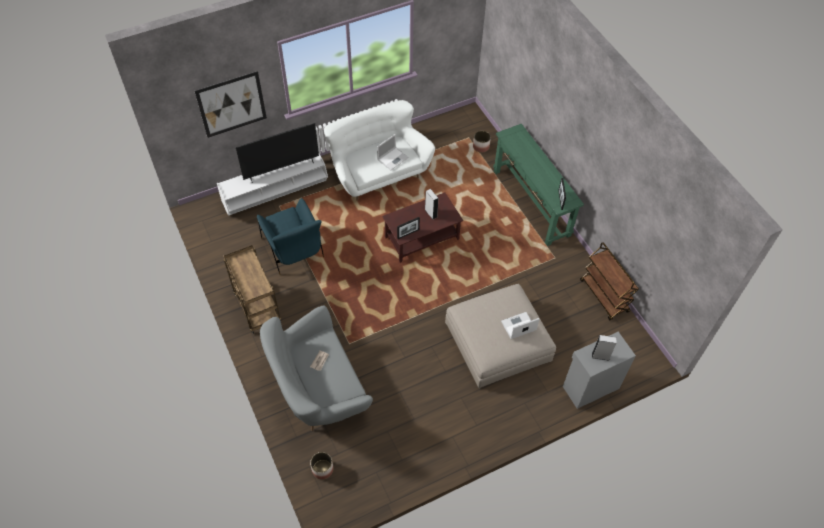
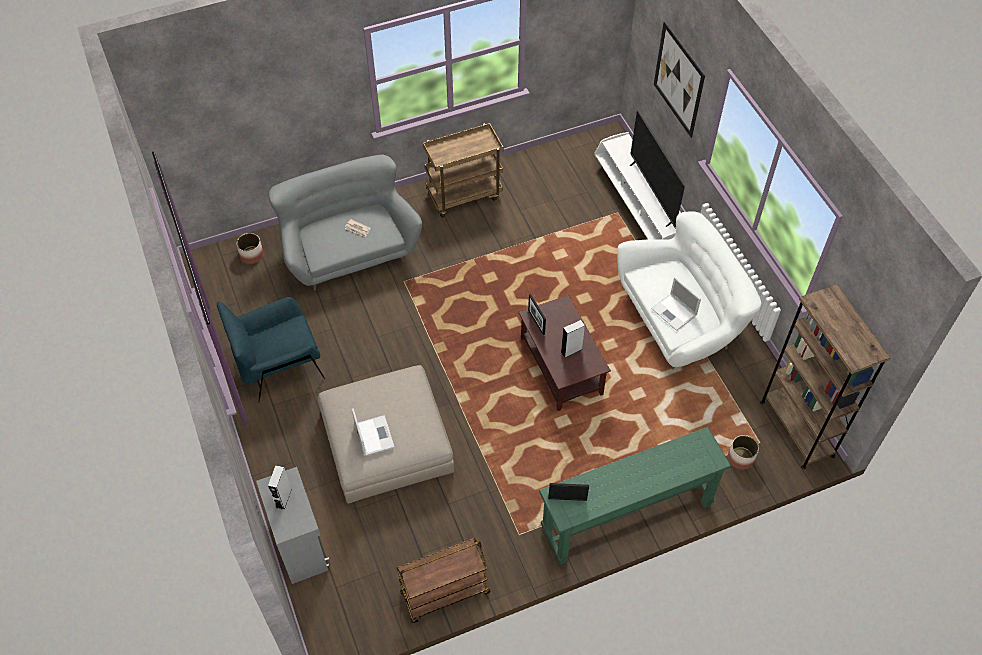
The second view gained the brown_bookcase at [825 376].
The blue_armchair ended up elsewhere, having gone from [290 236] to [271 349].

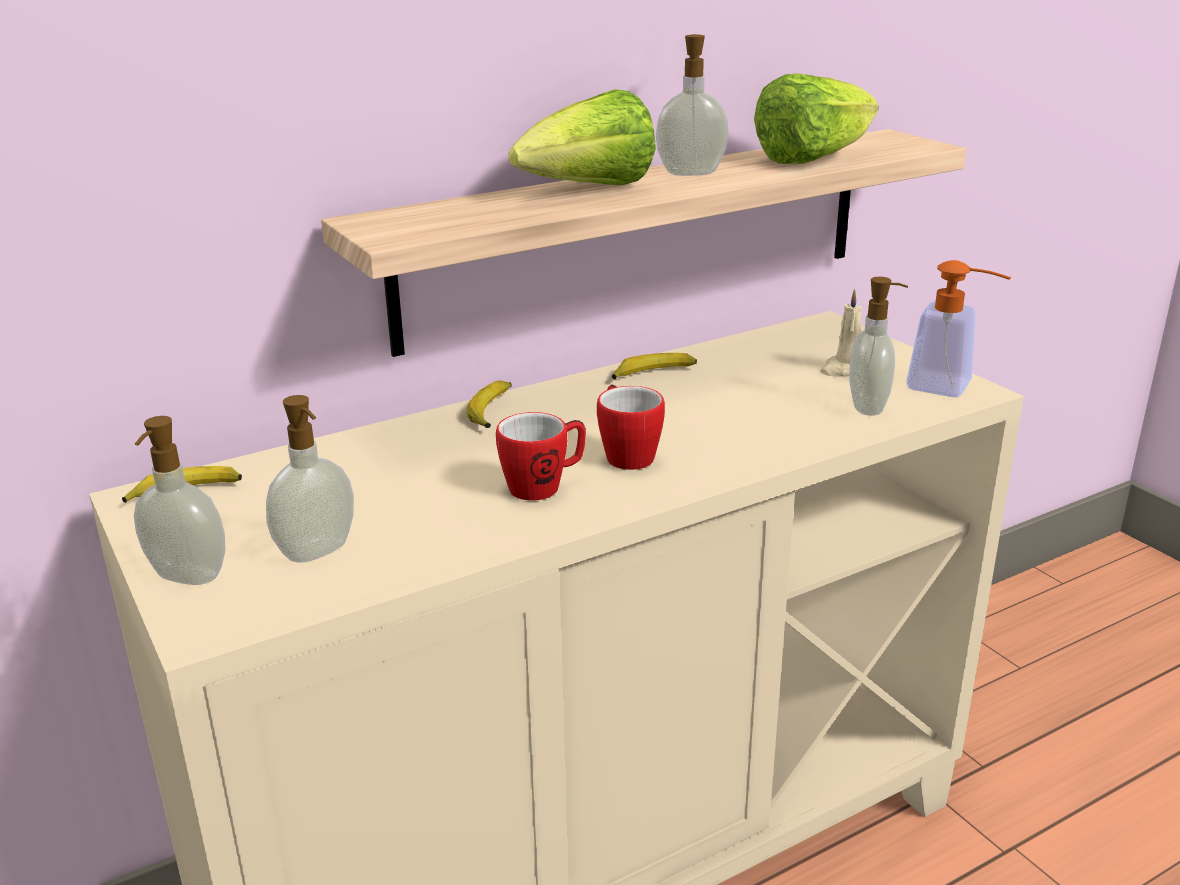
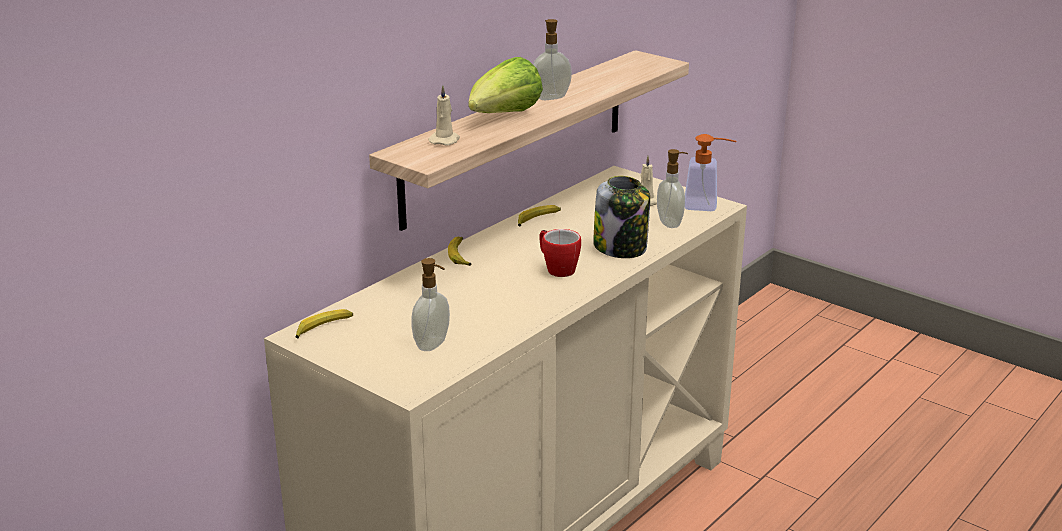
The second view lost the soap_dispenser at [179 500].
The second view lost the mug at [541 456].
The second view lost the lettuce at [816 118].
The second view gained the beige_candle at [444 115].
The second view gained the jar at [621 217].

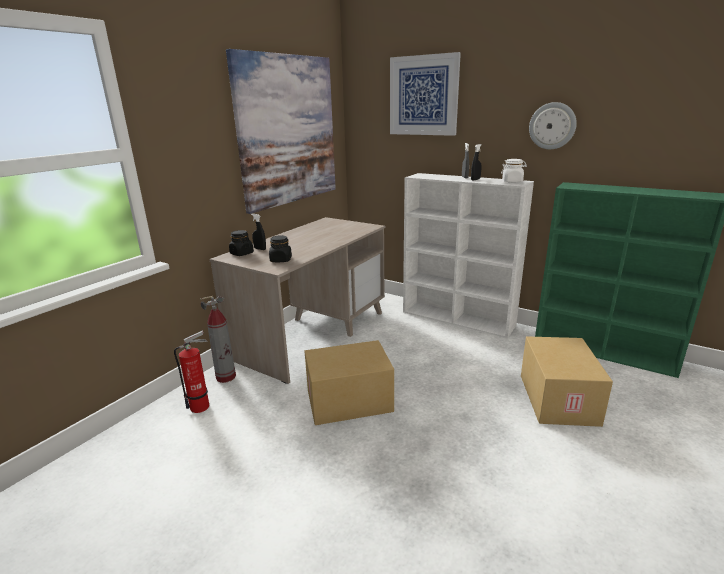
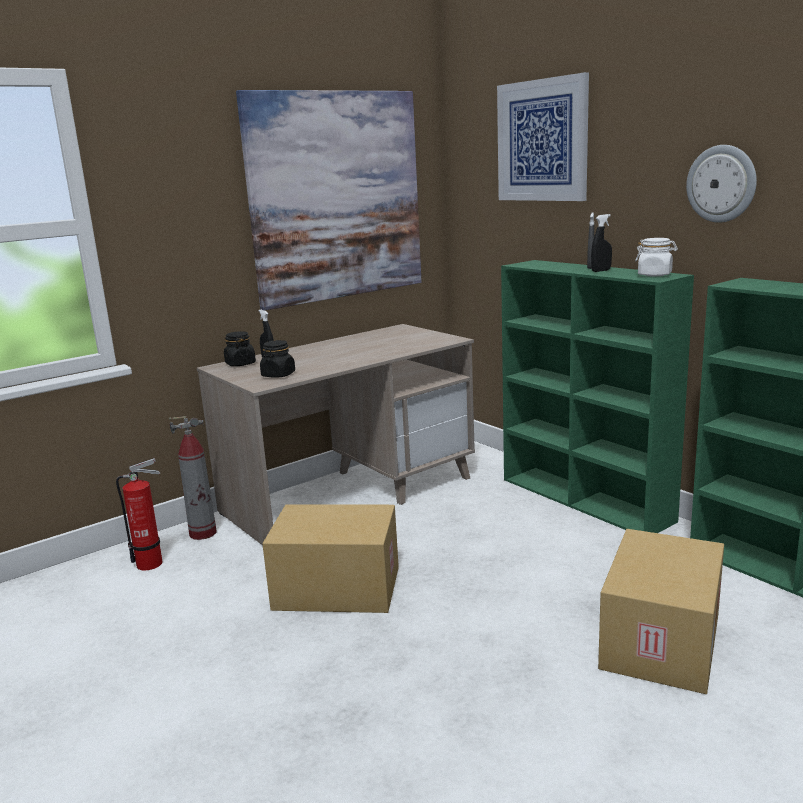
What was the white_bookcase at [468 255] turned into the green_bookcase at [597 396].

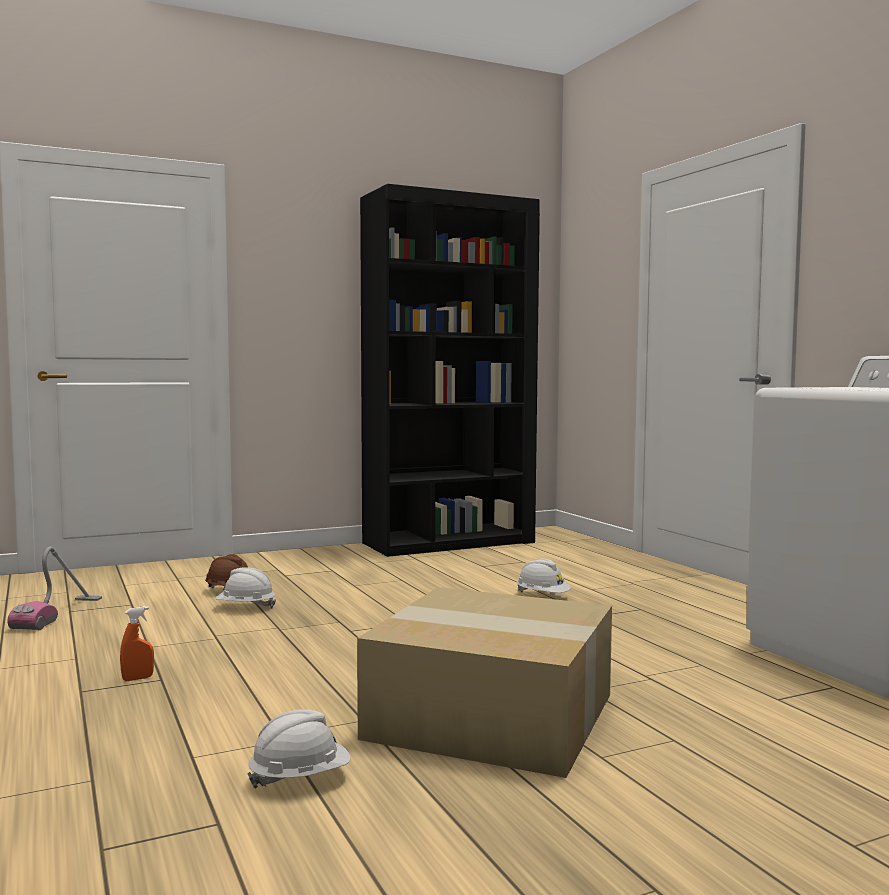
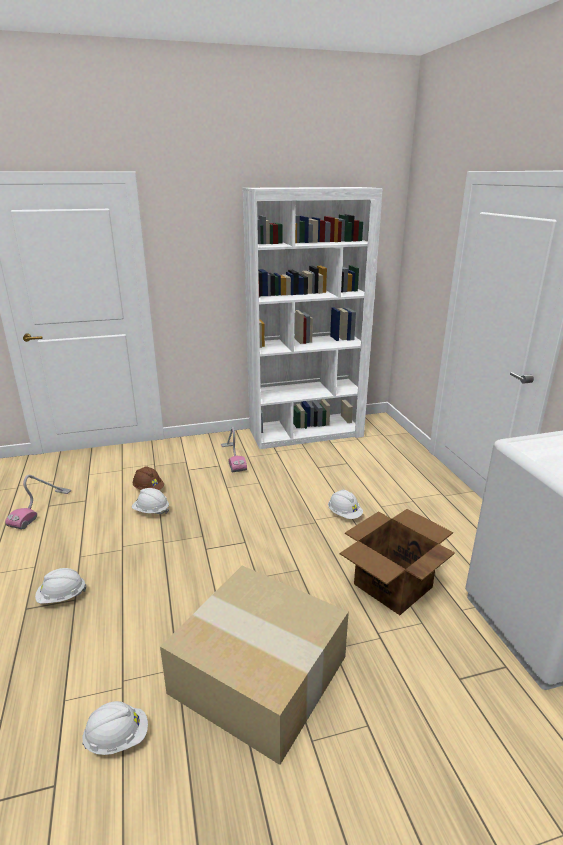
The second view gained the vacuum_cleaner at [234 449].
The second view gained the cardboard_box at [397 562].
Where the orange_spray_bottle stood at [137 643], the white_hard_hat came to stand at [60 586].
What was the black_bookcase at [450 370] turned into the white_bookcase at [313 318].

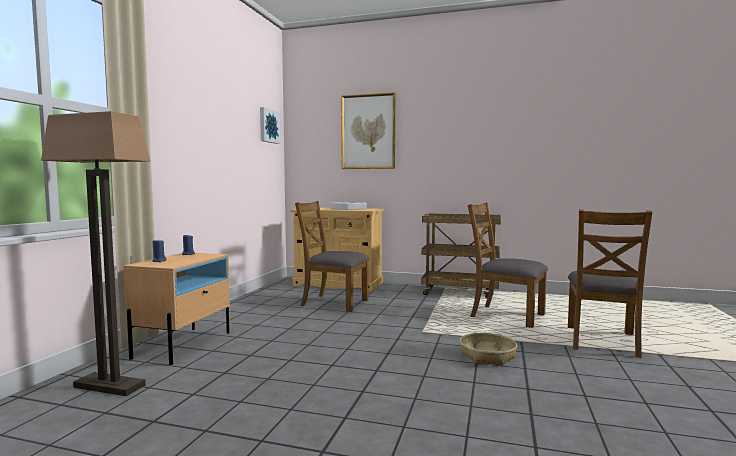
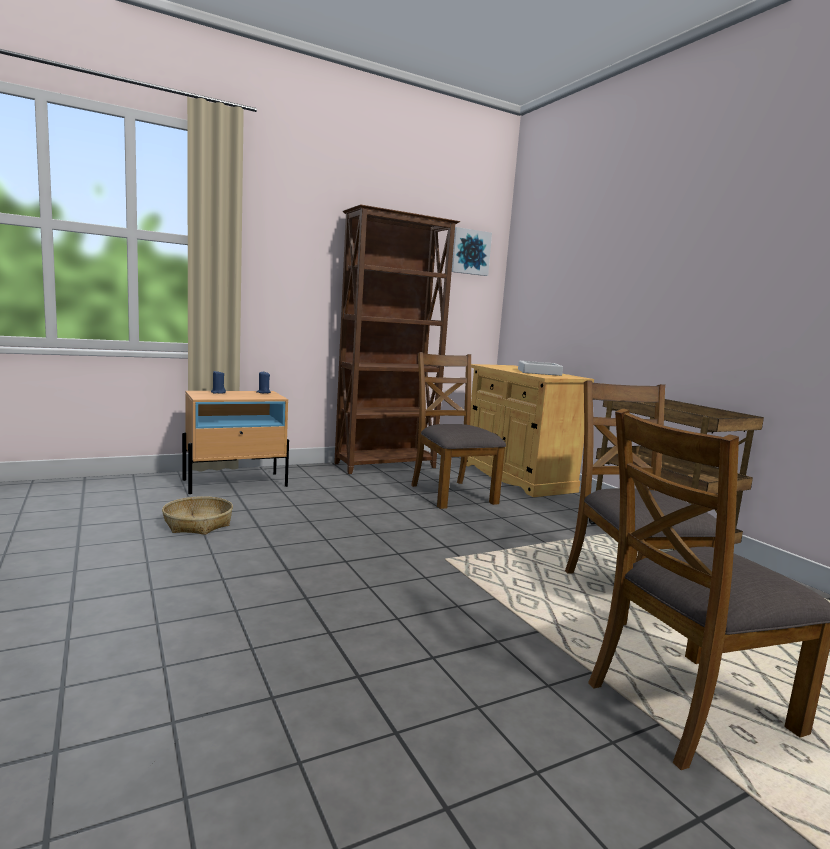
The second view lost the floor_lamp at [95 253].
The second view lost the picture at [368 130].
The second view gained the brown_bookcase at [397 339].
The basket ended up elsewhere, having gone from [488 349] to [197 515].

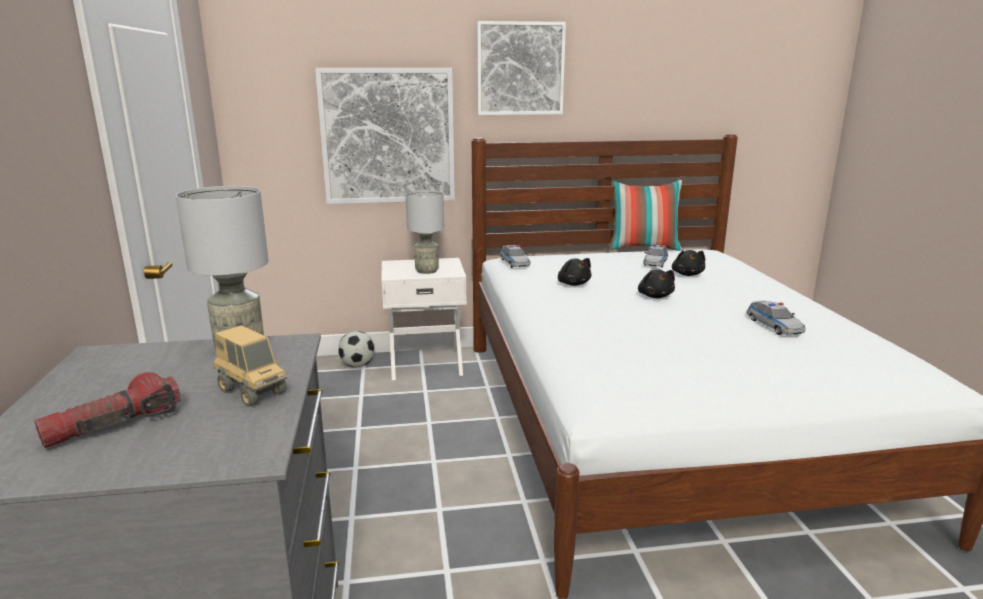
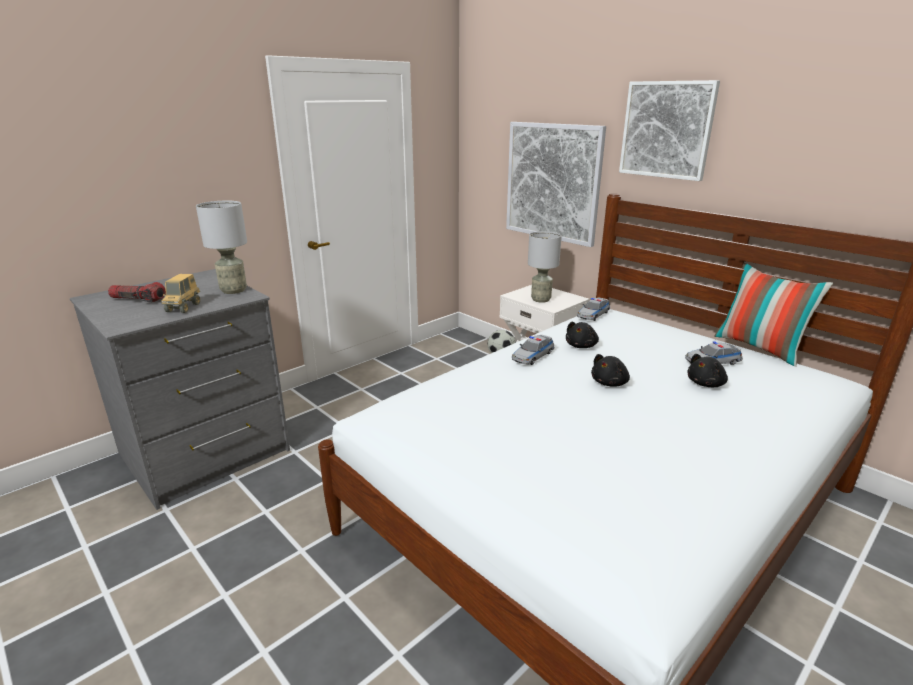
The toy_car ended up elsewhere, having gone from [776 317] to [533 350].

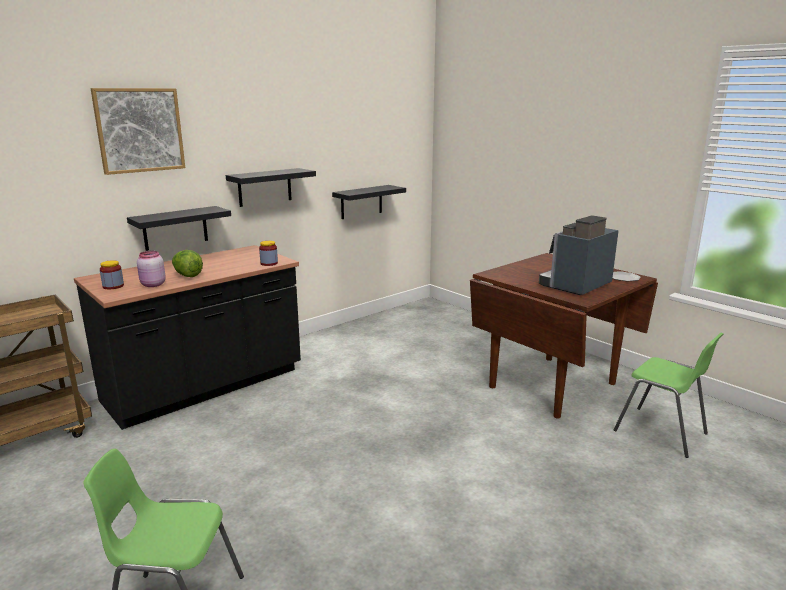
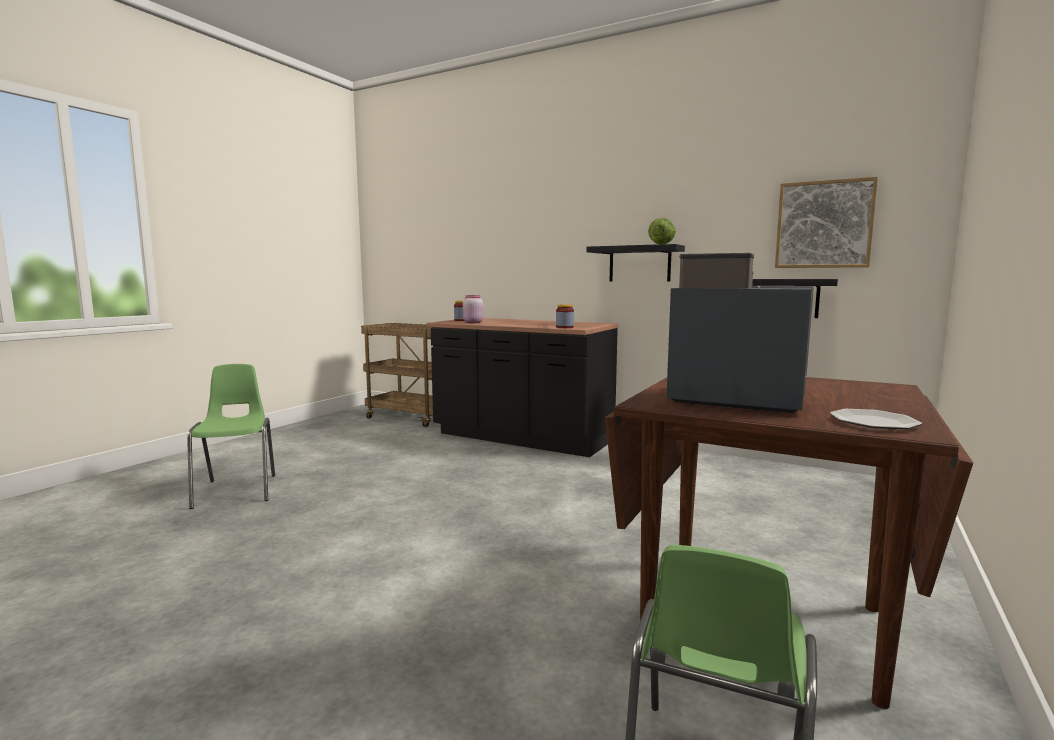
The second view lost the black_shelf at [179 228].
The picture ended up elsewhere, having gone from [137 131] to [826 222].
The lettuce ended up elsewhere, having gone from [187 263] to [662 231].

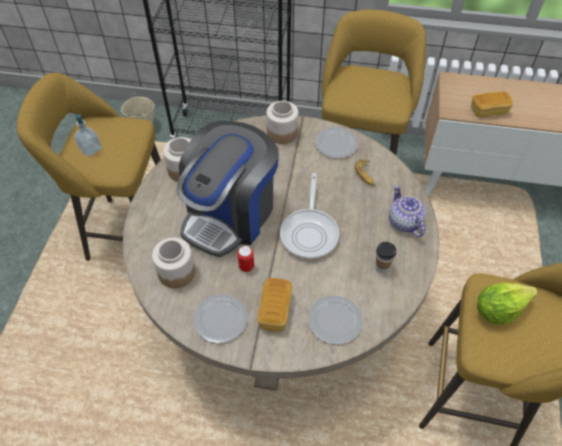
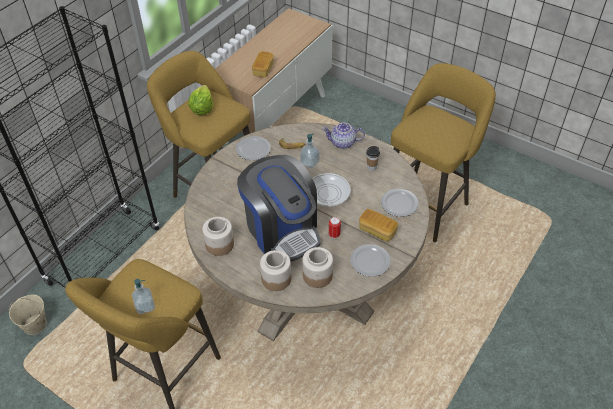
The second view gained the soap_dispenser at [310 150].
The jar ended up elsewhere, having gone from [282 122] to [275 270].
The lettuce ended up elsewhere, having gone from [507 303] to [200 100].

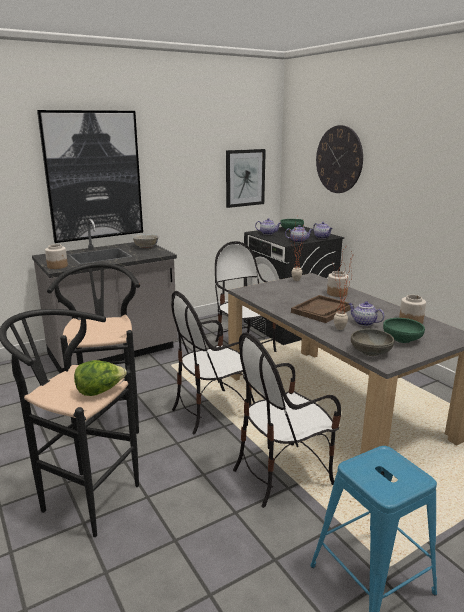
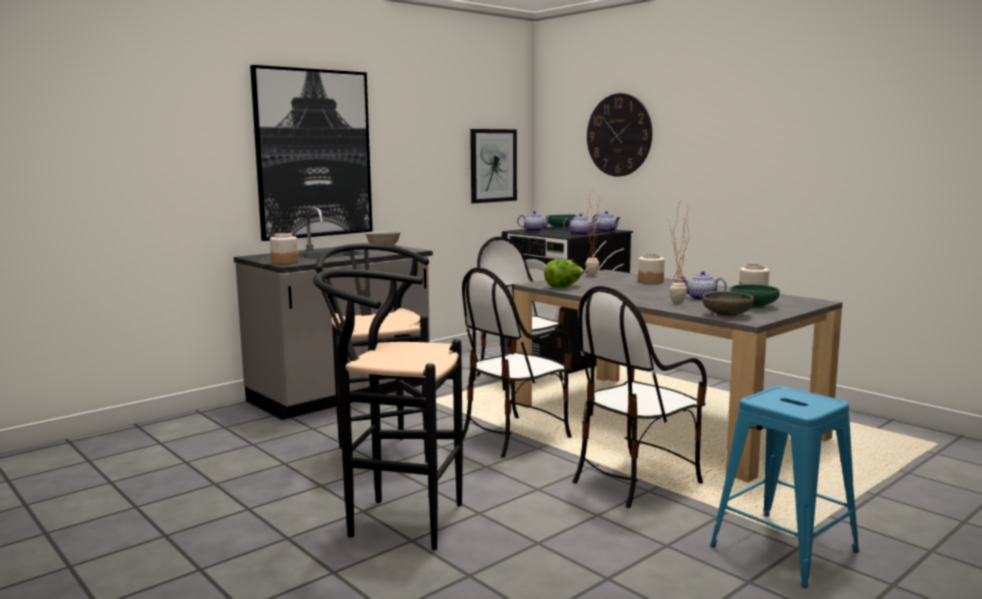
The second view lost the brown_tray at [321 309].
The lettuce ended up elsewhere, having gone from [100 378] to [564 273].

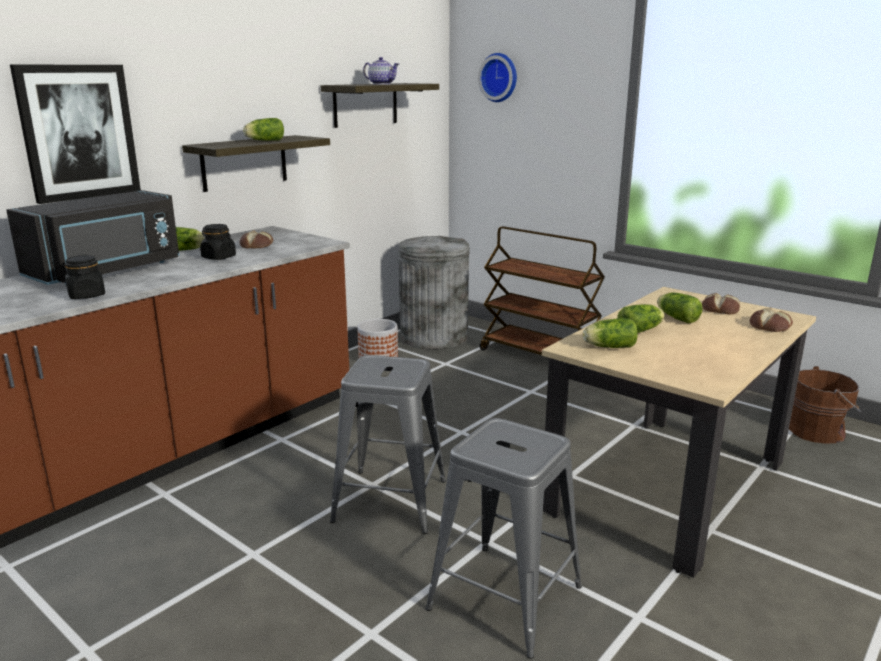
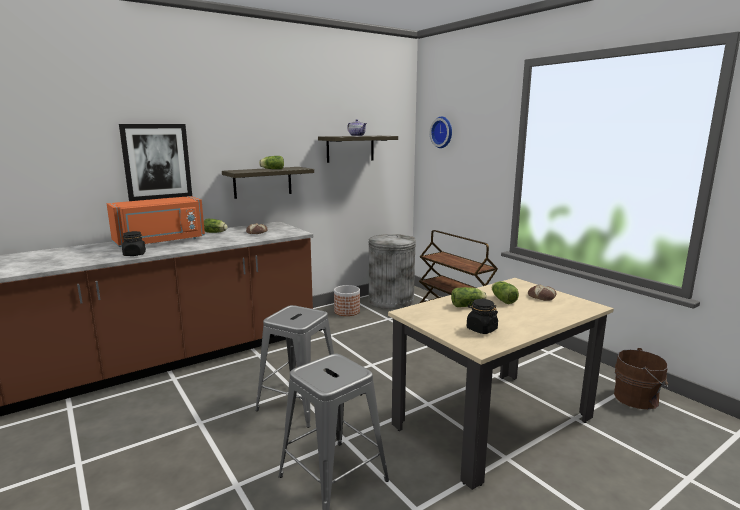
The second view lost the lettuce at [610 333].
The second view lost the bread at [771 320].
The black_jar ended up elsewhere, having gone from [218 242] to [482 316].
What was the black_microwave at [92 237] turned into the orange_microwave at [156 221].

